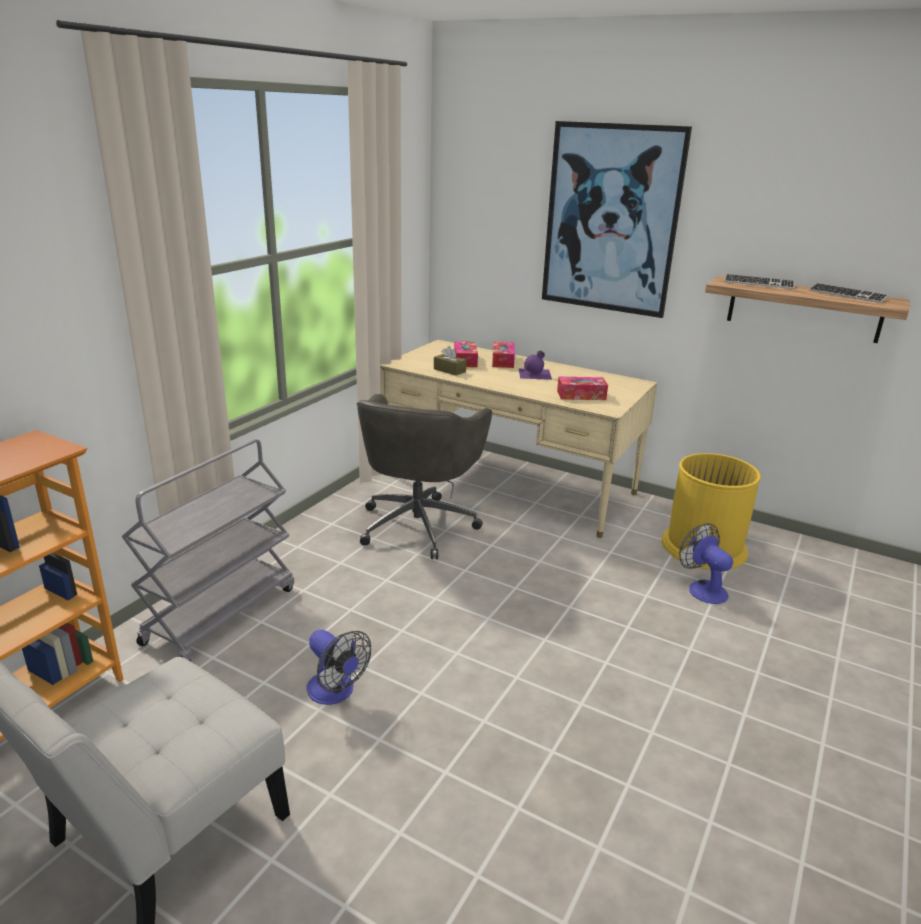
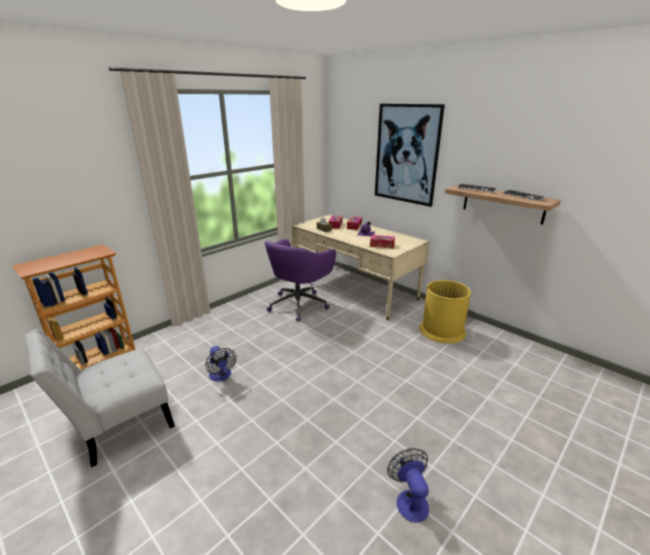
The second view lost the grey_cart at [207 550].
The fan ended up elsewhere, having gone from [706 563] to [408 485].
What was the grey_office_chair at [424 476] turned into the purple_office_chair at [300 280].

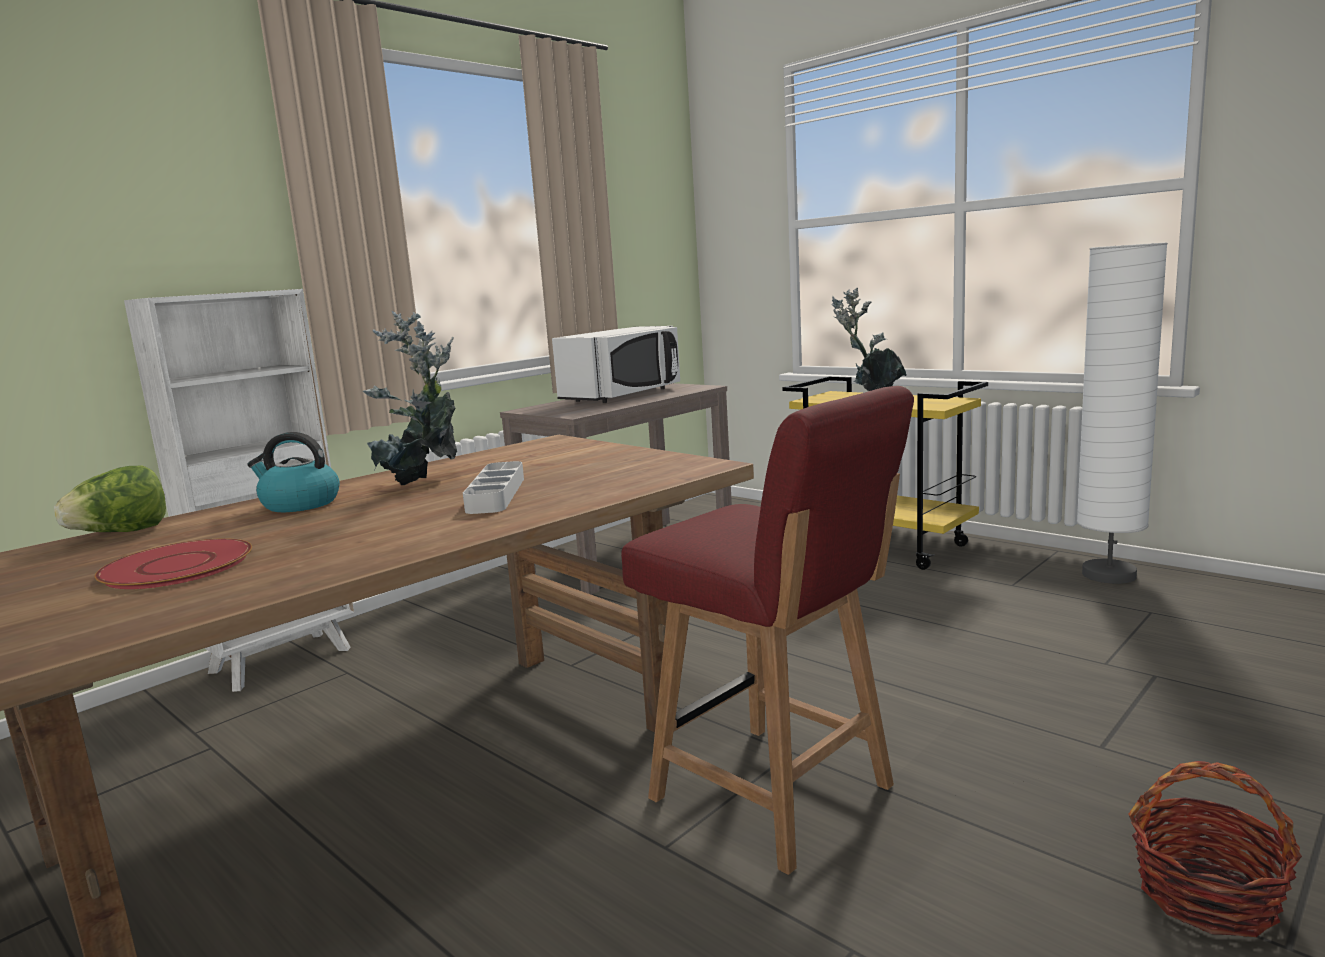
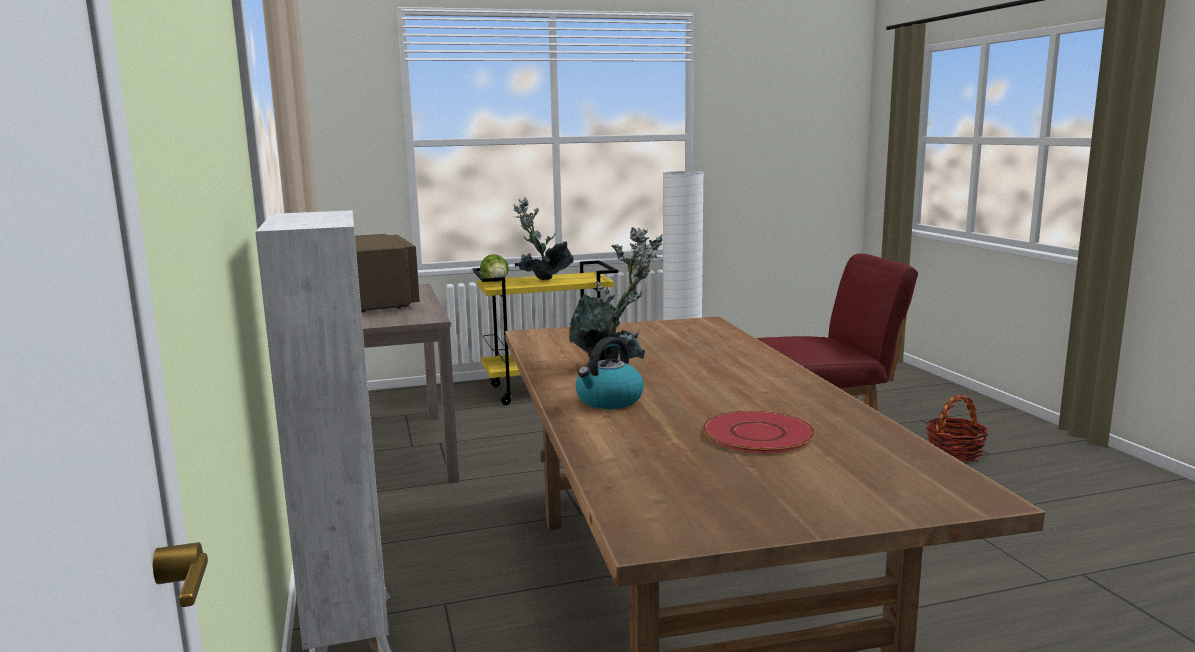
The second view lost the grey_tray at [493 487].
The lettuce ended up elsewhere, having gone from [110 498] to [494 268].
What was the white_microwave at [616 364] turned into the brown_microwave at [387 273].

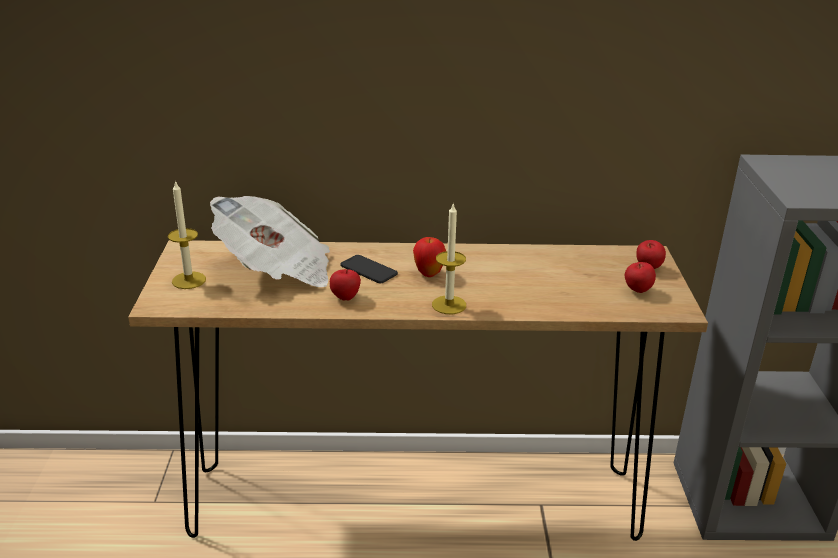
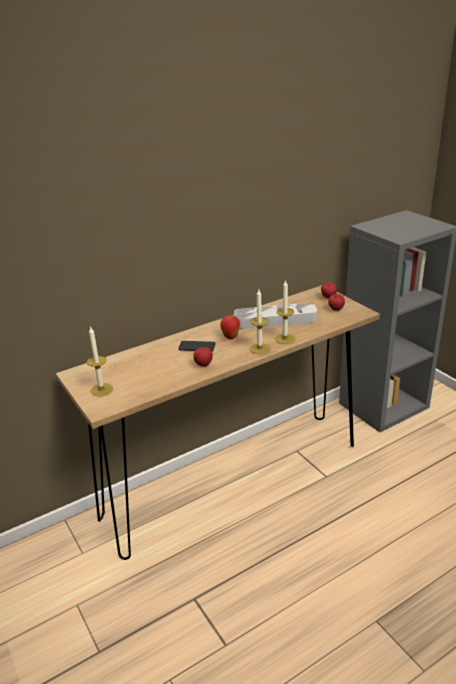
The second view lost the newspaper at [270 241].
The second view gained the grey_tray at [275 316].
The second view gained the candle at [285 312].

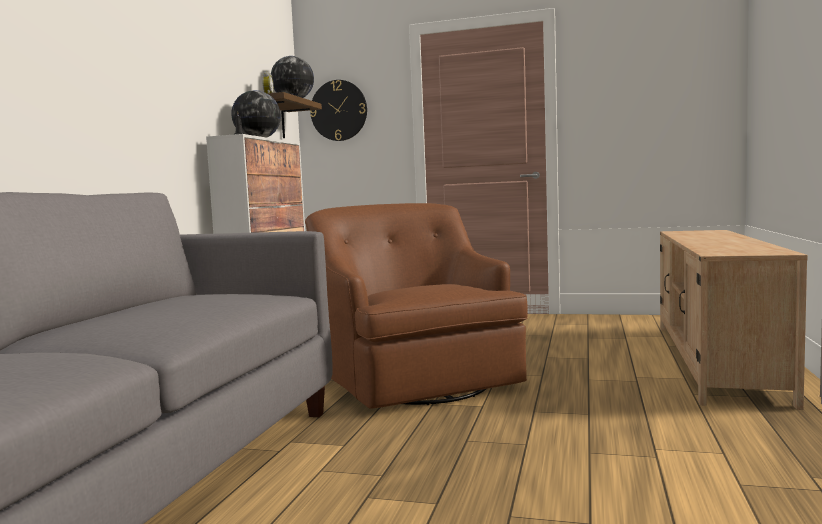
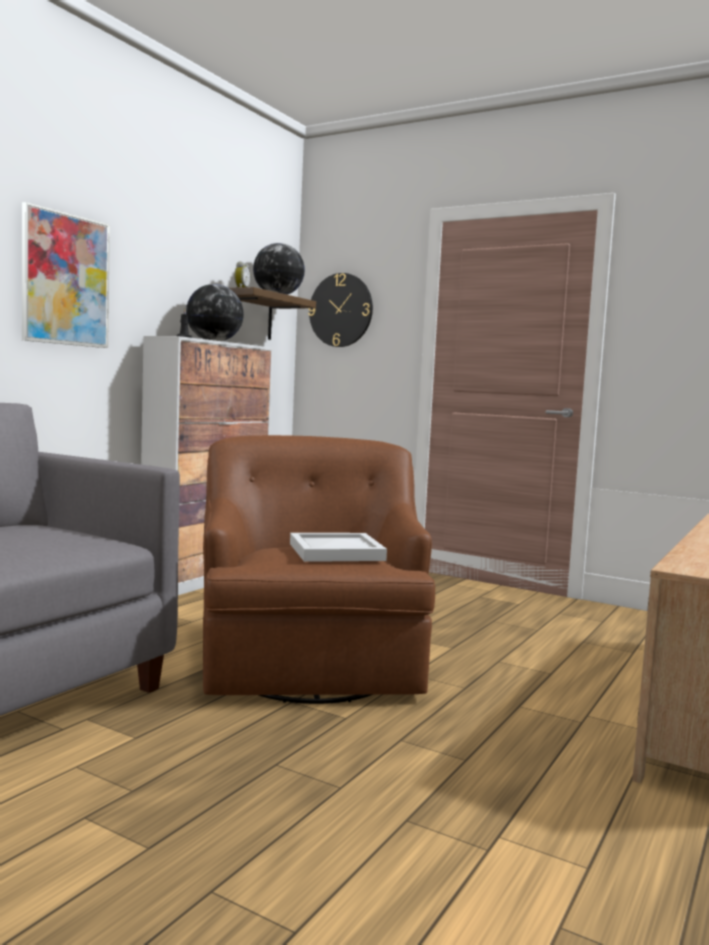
The second view gained the picture at [66 275].
The second view gained the white_tray at [338 547].

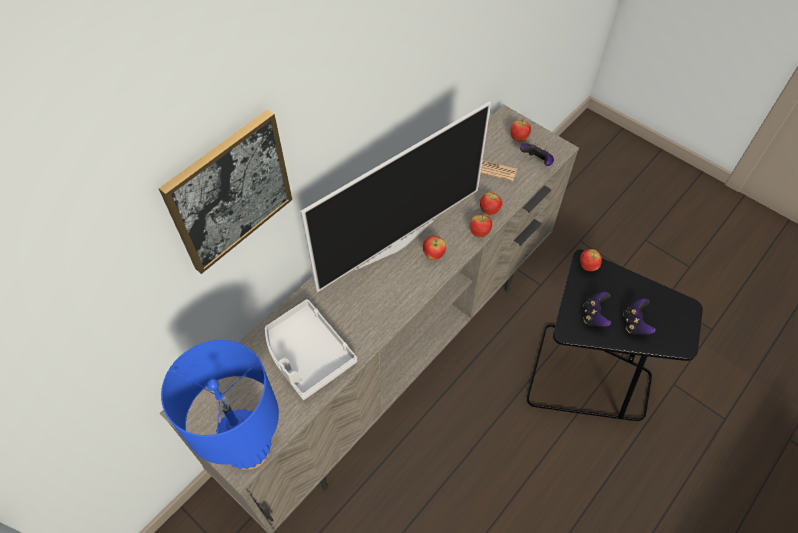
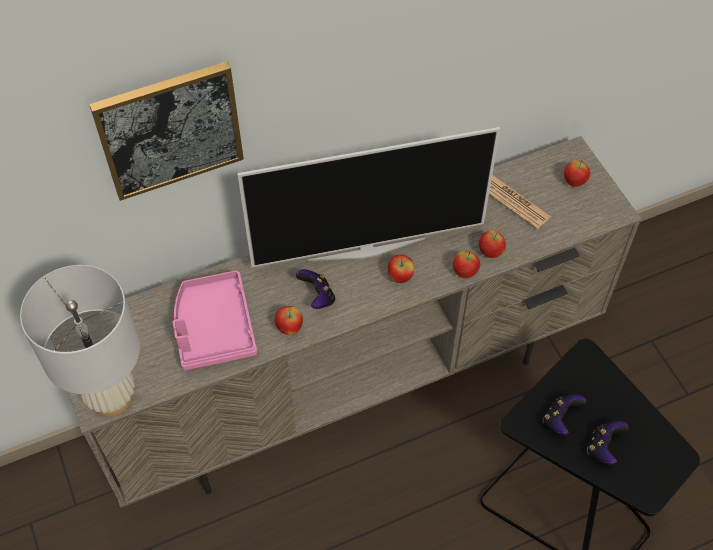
The game_controller ended up elsewhere, having gone from [537 154] to [315 289].
The apple ended up elsewhere, having gone from [591 260] to [288 320].
What was the blue_table_lamp at [220 405] turned into the white_table_lamp at [80 340].
What was the grey_tray at [311 349] turned into the pink_tray at [215 320].

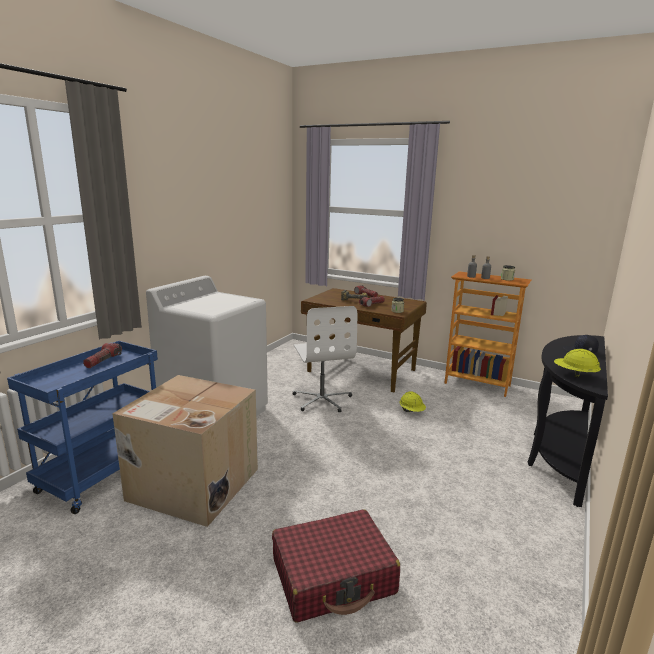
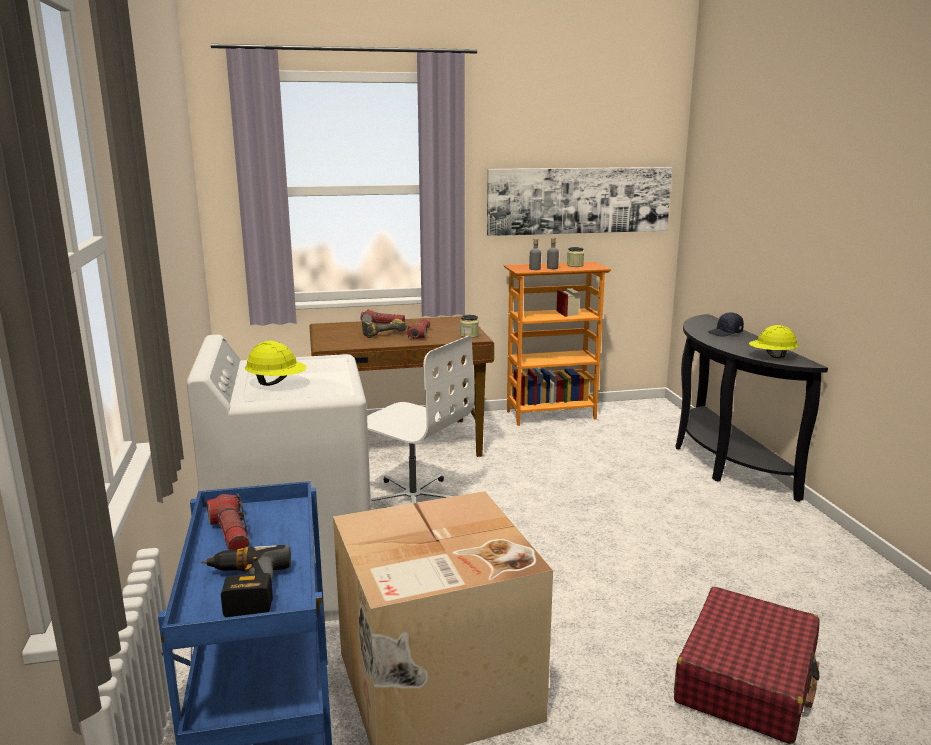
The second view gained the power_drill at [246 581].
The second view gained the picture at [579 201].
The yellow_hard_hat ended up elsewhere, having gone from [413 401] to [276 363].

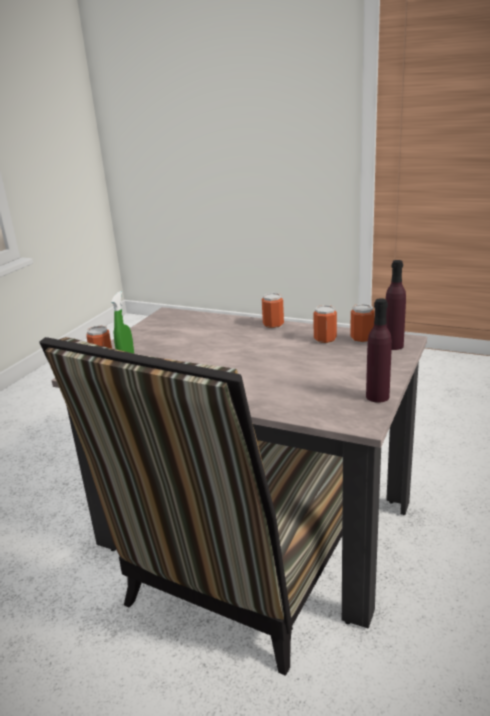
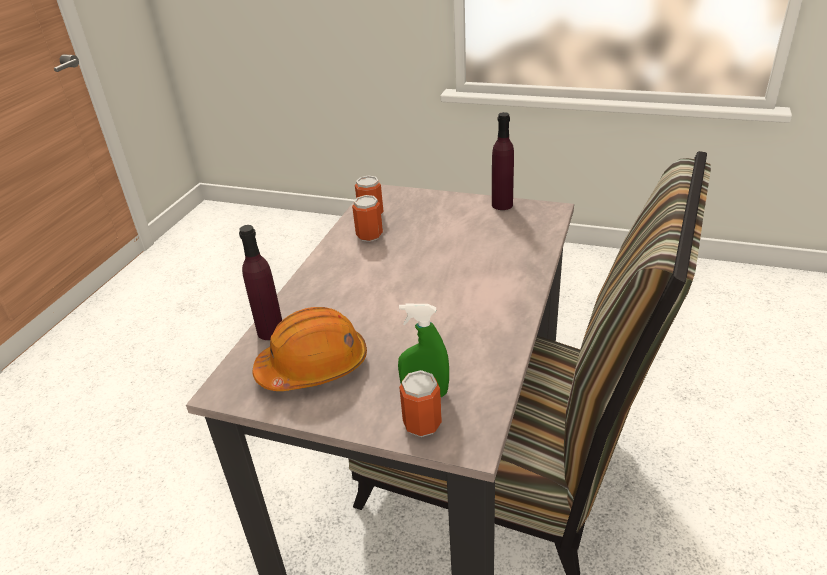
The second view lost the can at [273 311].
The second view gained the orange_hard_hat at [309 349].
The purple_bottle ended up elsewhere, having gone from [396 305] to [260 282].

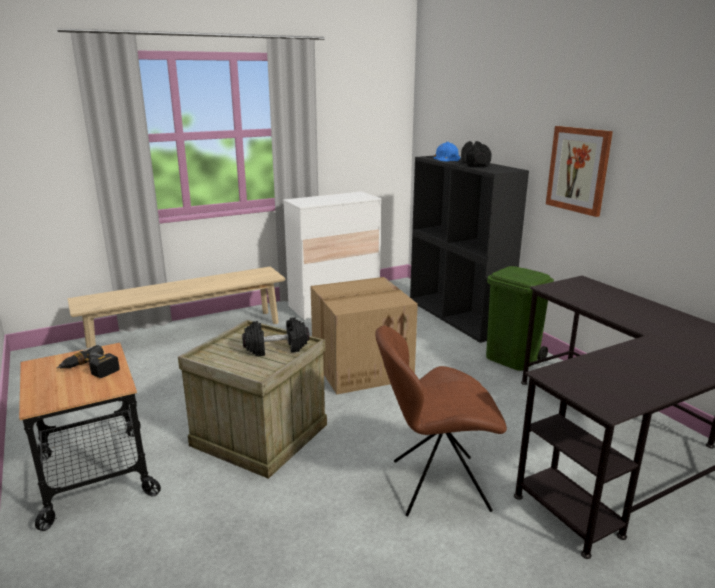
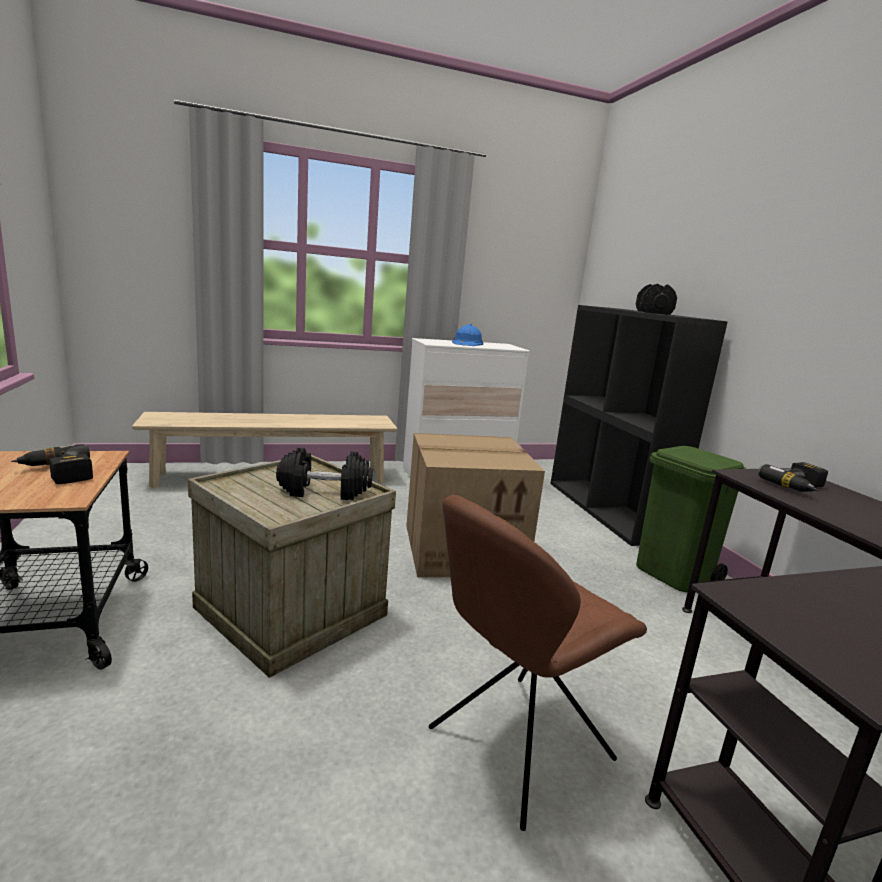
The second view lost the picture at [579 171].
The second view gained the power_drill at [793 477].
The blue_hard_hat ended up elsewhere, having gone from [446 151] to [467 335].
The brown_chair at [441 421] ended up facing another way, 45 degrees counterclockwise from before.

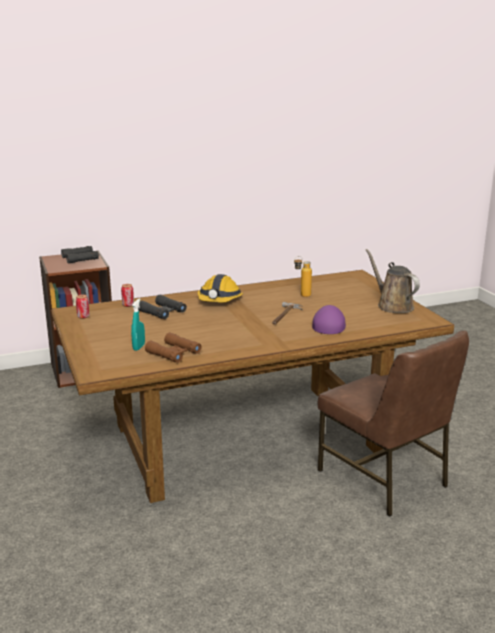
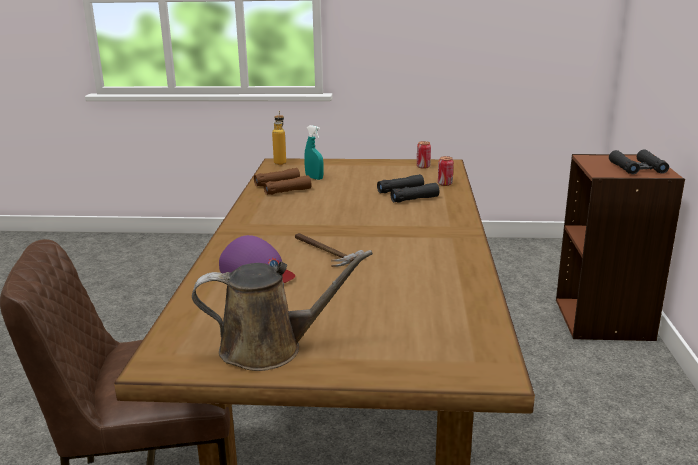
The second view lost the hard_hat at [220 288].
The bottle ended up elsewhere, having gone from [303 276] to [279 138].

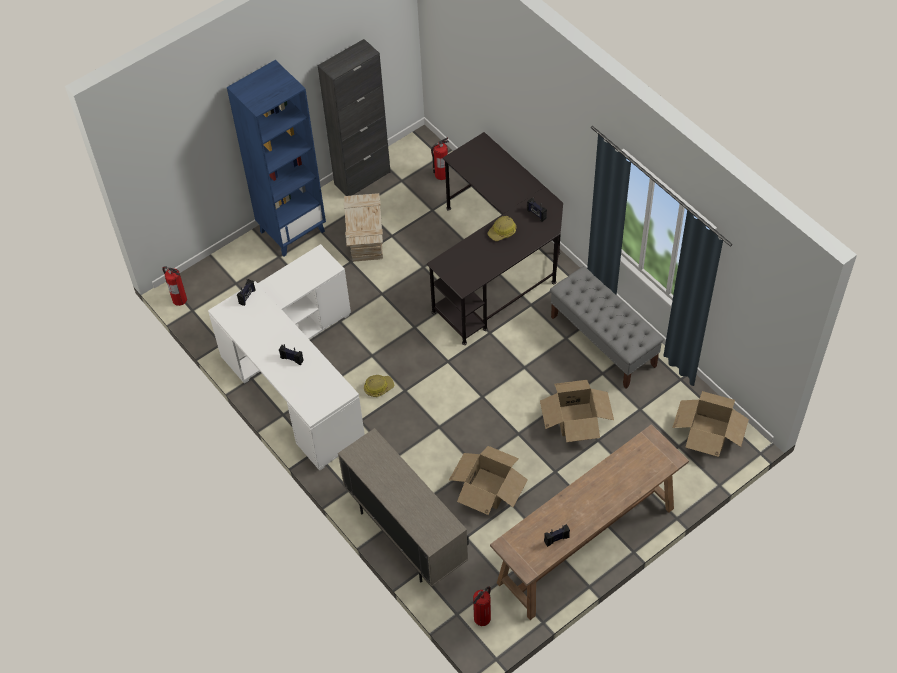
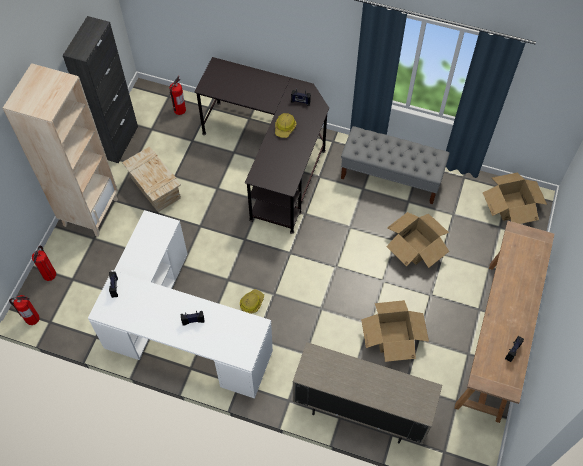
The fire_extinguisher ended up elsewhere, having gone from [482 606] to [44 263].
What was the blue_bookcase at [276 158] turned into the beige_bookcase at [60 150].

